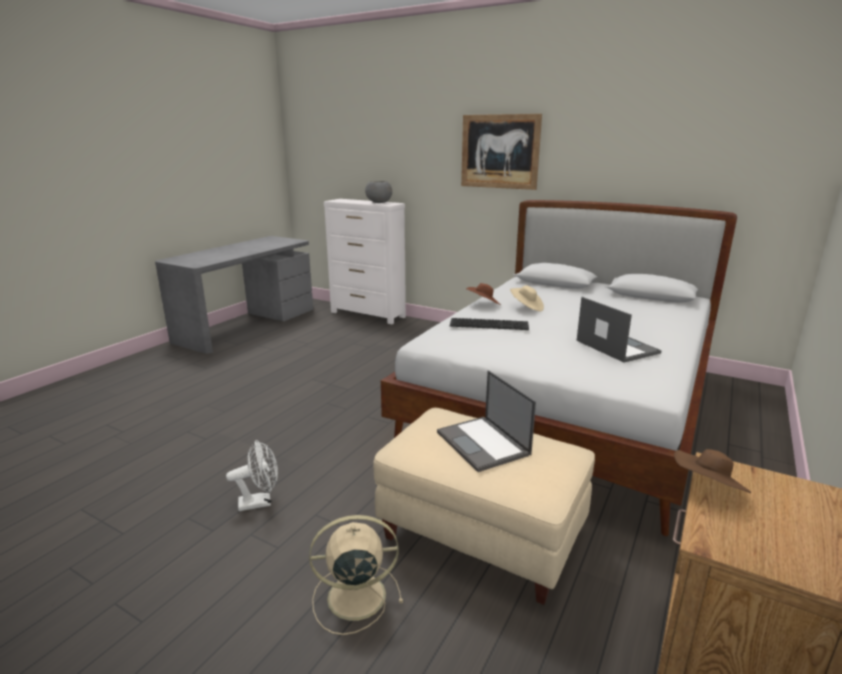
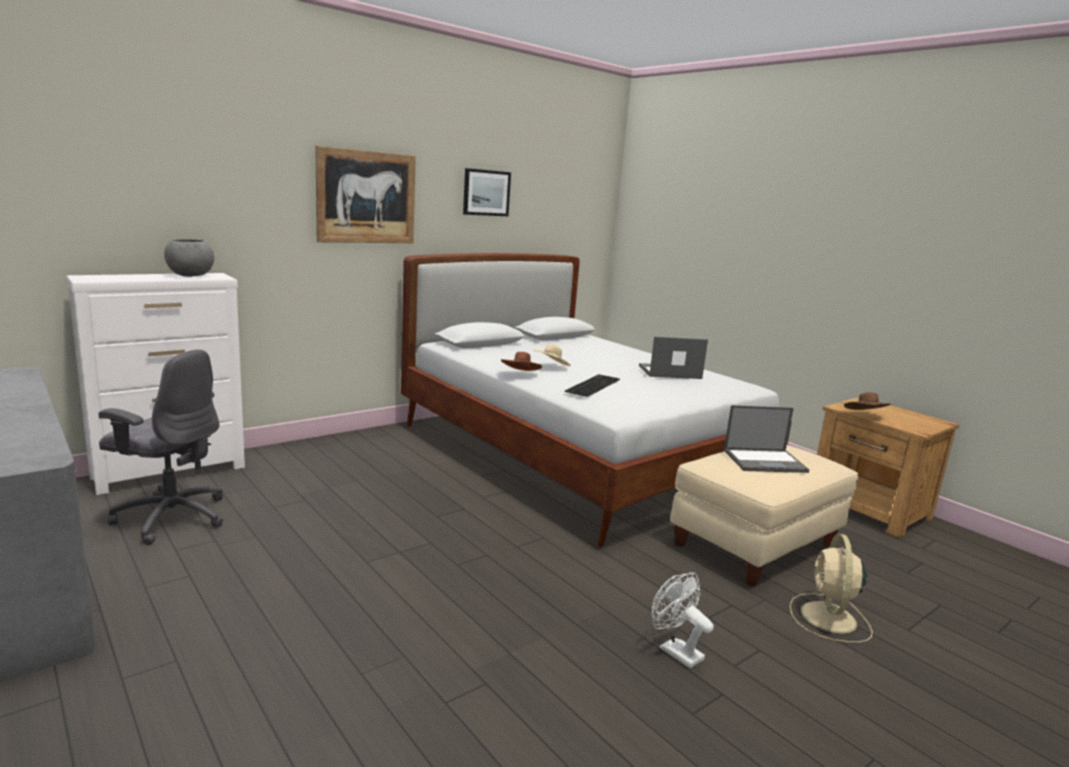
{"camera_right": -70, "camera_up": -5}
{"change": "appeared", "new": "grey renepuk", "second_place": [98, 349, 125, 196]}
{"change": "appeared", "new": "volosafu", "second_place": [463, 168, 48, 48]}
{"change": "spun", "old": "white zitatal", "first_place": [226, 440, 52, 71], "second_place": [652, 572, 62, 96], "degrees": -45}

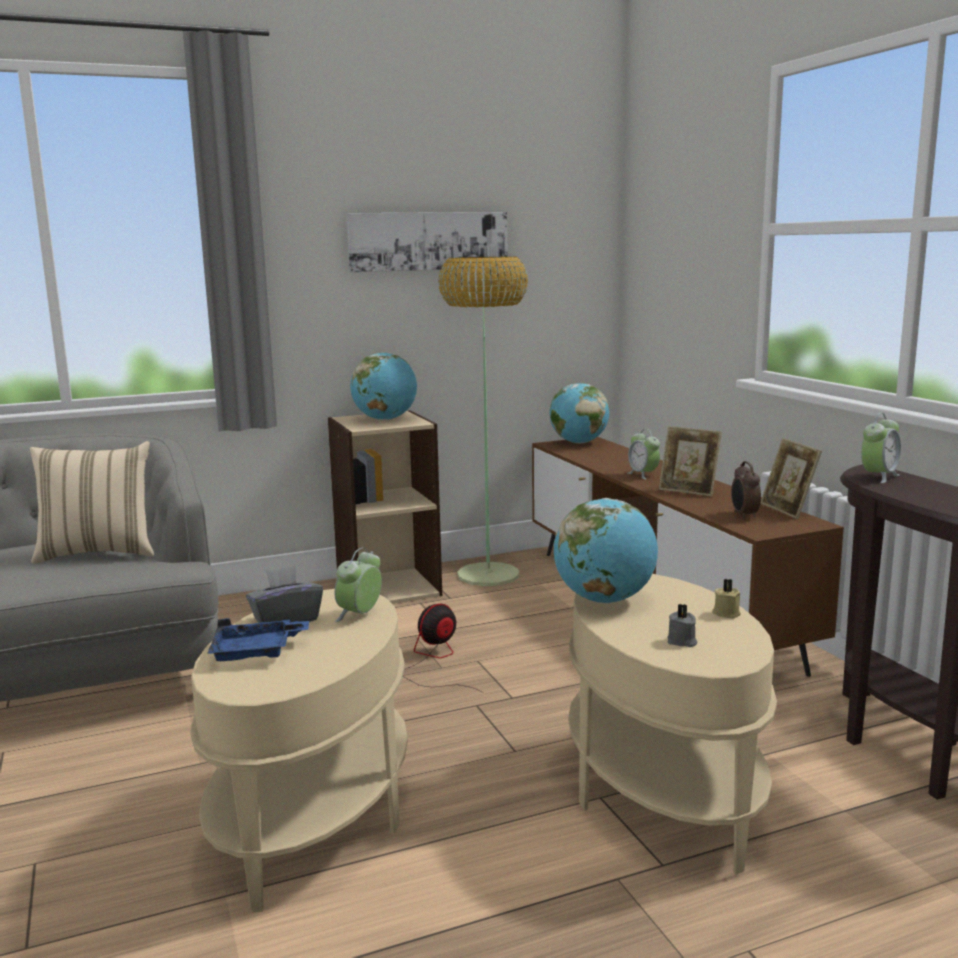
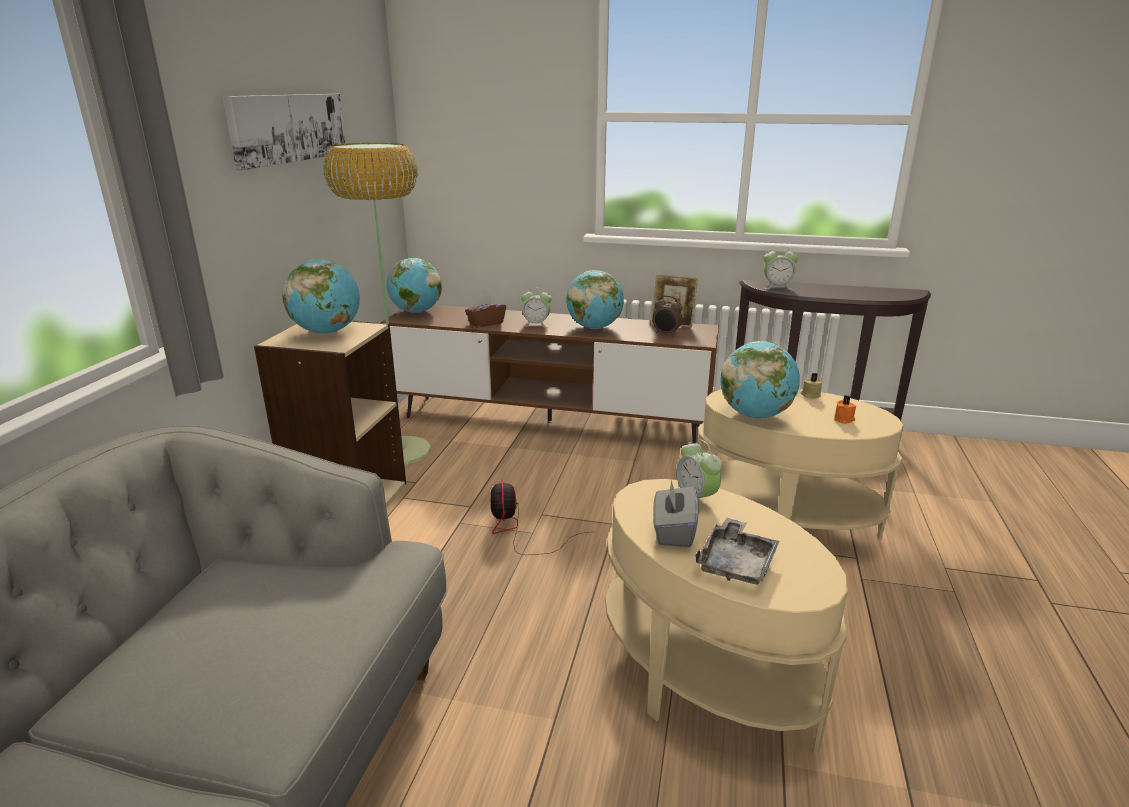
{"camera_right": -55, "camera_up": 10}
{"change": "appeared", "new": "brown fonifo", "second_place": [465, 294, 41, 34]}
{"change": "exchanged", "old": "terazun", "new": "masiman", "first_place": [659, 426, 63, 70], "second_place": [566, 270, 58, 59]}
{"change": "colour", "old": "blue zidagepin", "new": "grey zidagepin", "first_place": [207, 618, 102, 43], "second_place": [695, 518, 85, 66]}
{"change": "spun", "old": "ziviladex", "first_place": [861, 413, 40, 70], "second_place": [764, 246, 34, 44], "degrees": 105}
{"change": "colour", "old": "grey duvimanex", "new": "orange duvimanex", "first_place": [667, 604, 30, 43], "second_place": [834, 396, 22, 28]}
{"change": "missing", "old": "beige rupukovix", "first_place": [30, 441, 124, 123]}

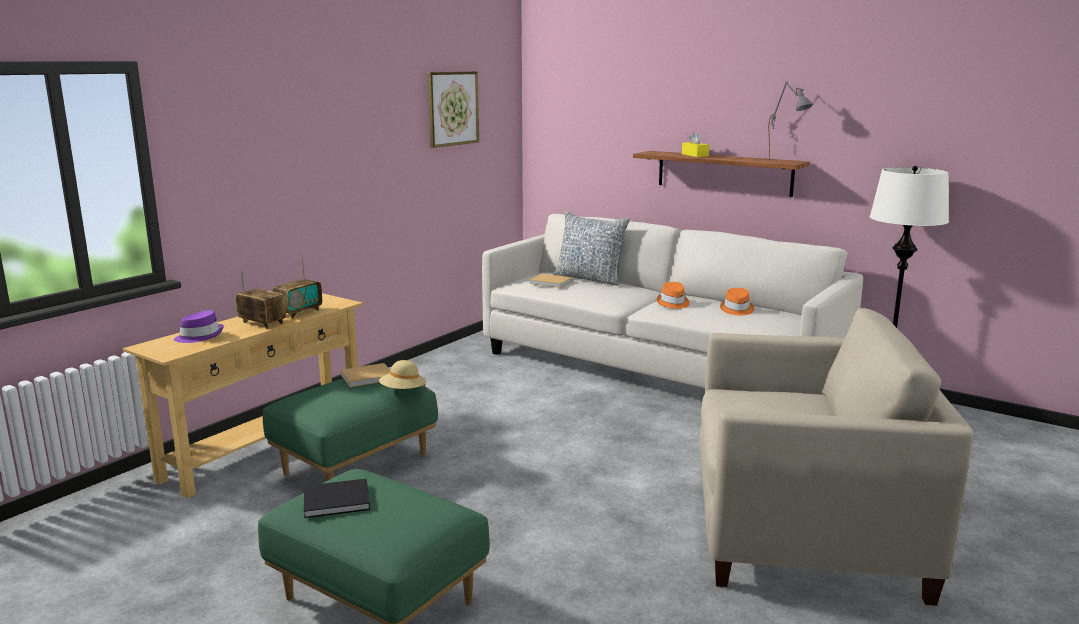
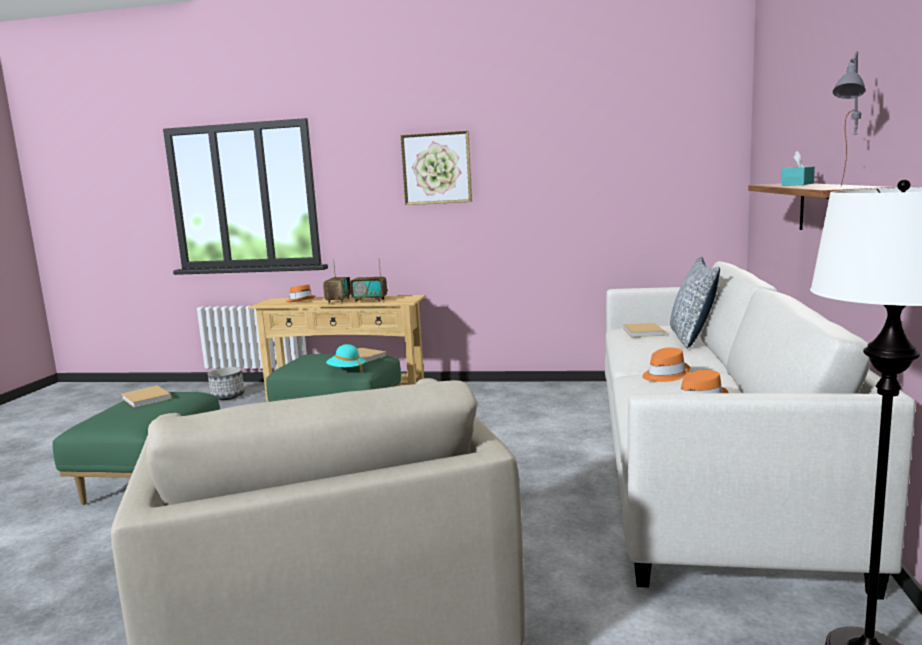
{"camera_right": 65, "camera_up": -5}
{"change": "colour", "old": "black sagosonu", "new": "beige sagosonu", "first_place": [304, 478, 66, 40], "second_place": [121, 386, 51, 21]}
{"change": "appeared", "new": "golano", "second_place": [208, 367, 36, 33]}
{"change": "colour", "old": "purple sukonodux", "new": "orange sukonodux", "first_place": [174, 310, 50, 33], "second_place": [286, 284, 29, 18]}
{"change": "colour", "old": "beige sukonodux", "new": "turquoise sukonodux", "first_place": [379, 360, 47, 29], "second_place": [326, 344, 40, 29]}
{"change": "relocated", "old": "volosafu", "first_place": [428, 71, 51, 77], "second_place": [401, 131, 71, 74]}
{"change": "colour", "old": "yellow fonifo", "new": "turquoise fonifo", "first_place": [682, 132, 27, 25], "second_place": [781, 151, 34, 35]}

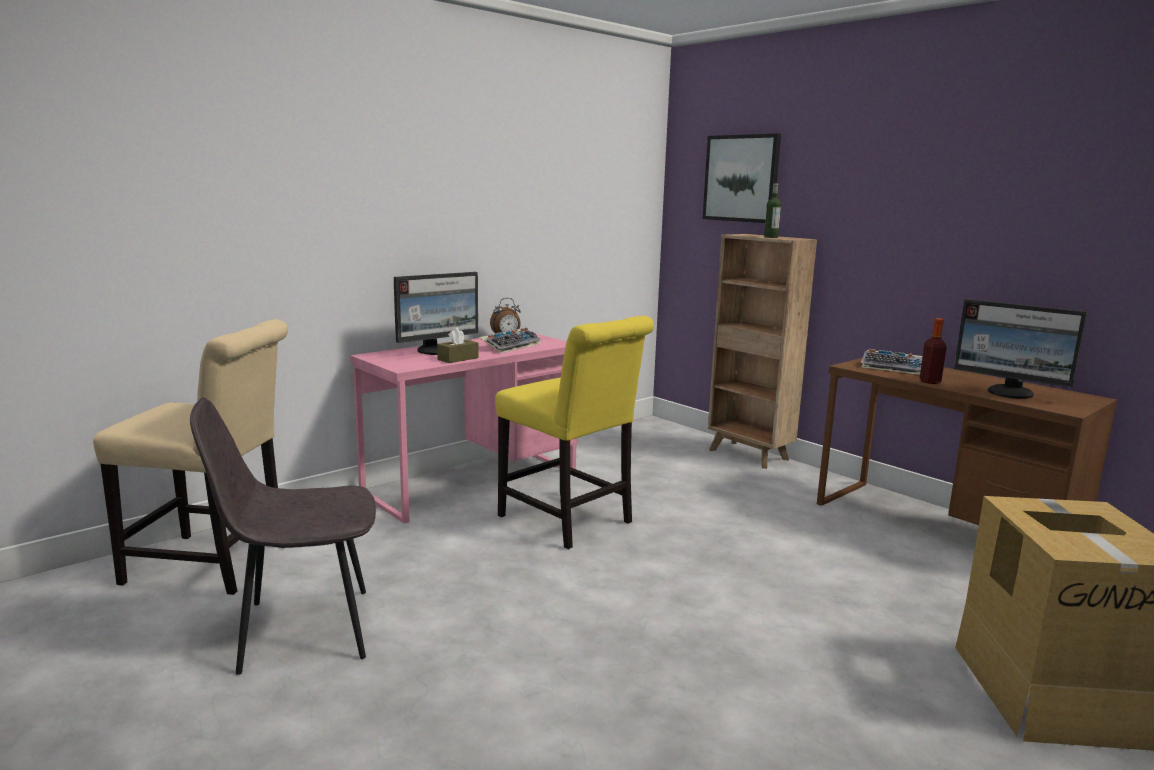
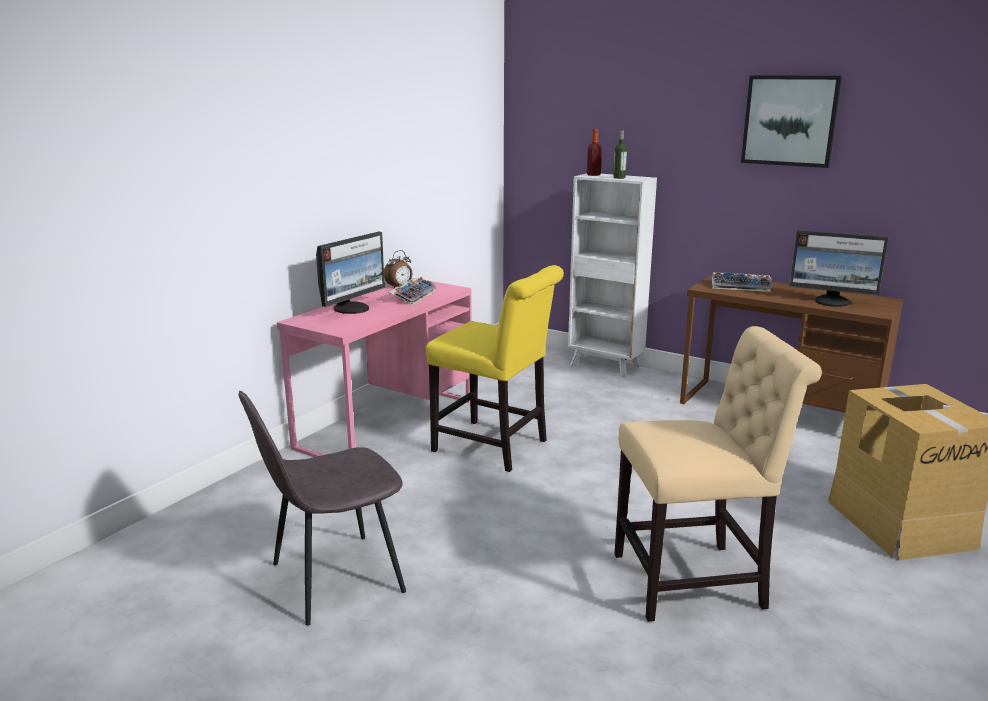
{"camera_right": -15, "camera_up": 5}
{"change": "colour", "old": "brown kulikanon", "new": "white kulikanon", "first_place": [708, 234, 109, 235], "second_place": [568, 174, 89, 203]}
{"change": "relocated", "old": "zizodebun", "first_place": [919, 318, 27, 66], "second_place": [587, 129, 15, 47]}
{"change": "relocated", "old": "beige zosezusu", "first_place": [93, 319, 195, 276], "second_place": [614, 326, 208, 296]}
{"change": "relocated", "old": "volosafu", "first_place": [703, 134, 78, 89], "second_place": [741, 75, 101, 93]}
{"change": "missing", "old": "brown fonifo", "first_place": [437, 328, 42, 35]}

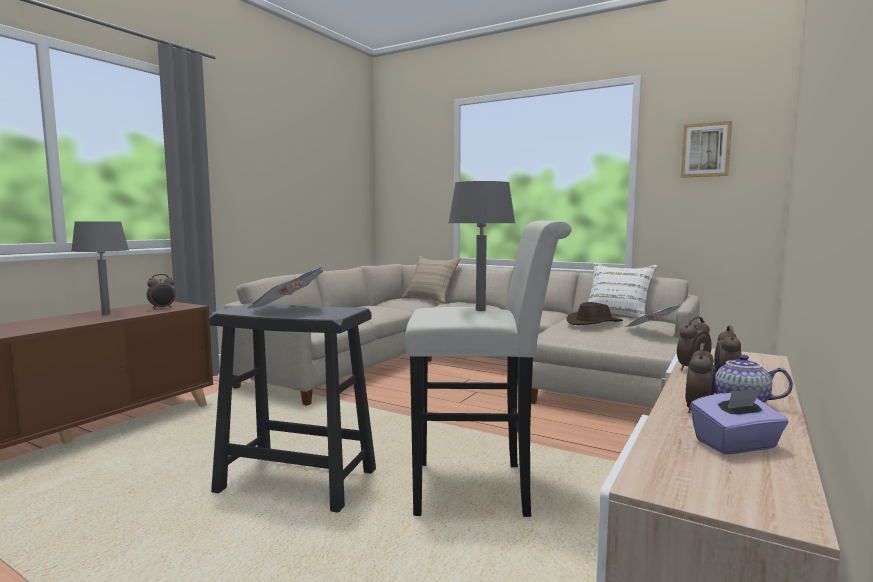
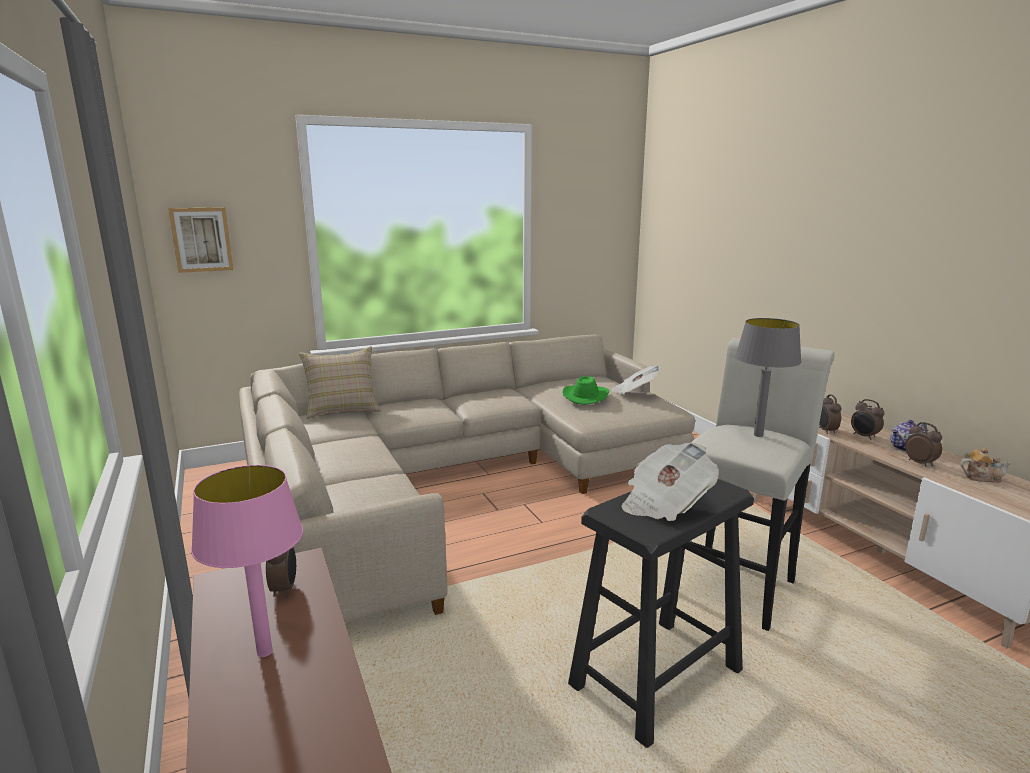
{"camera_right": -55, "camera_up": 10}
{"change": "relocated", "old": "volosafu", "first_place": [681, 121, 51, 57], "second_place": [168, 207, 66, 66]}
{"change": "colour", "old": "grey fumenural", "new": "pink fumenural", "first_place": [71, 221, 58, 94], "second_place": [191, 465, 112, 192]}
{"change": "colour", "old": "brown sukonodux", "new": "green sukonodux", "first_place": [566, 302, 57, 23], "second_place": [563, 376, 46, 29]}
{"change": "exchanged", "old": "purple fonifo", "new": "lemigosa", "first_place": [690, 389, 99, 66], "second_place": [960, 447, 51, 36]}
{"change": "missing", "old": "white rupukovix", "first_place": [588, 263, 69, 56]}

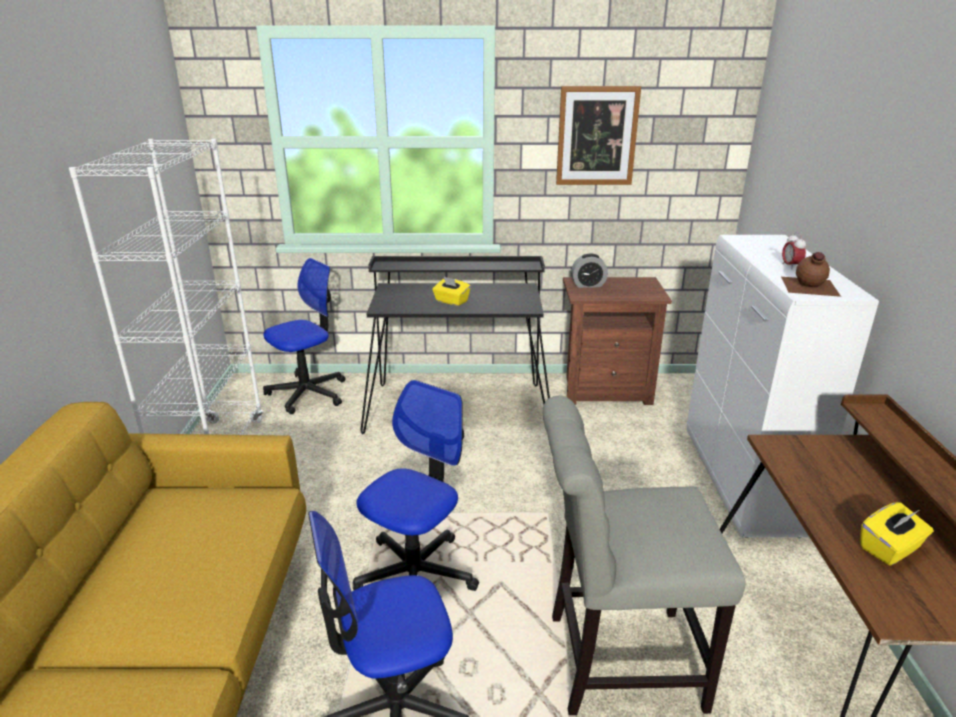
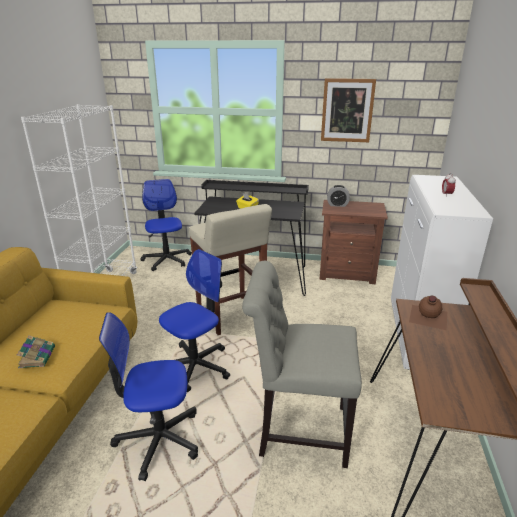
{"camera_right": 10, "camera_up": 0}
{"change": "appeared", "new": "sagosonu", "second_place": [17, 336, 38, 32]}
{"change": "spun", "old": "renepuk", "first_place": [263, 258, 82, 156], "second_place": [140, 179, 52, 92], "degrees": -75}
{"change": "appeared", "new": "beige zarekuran", "second_place": [189, 204, 83, 131]}
{"change": "relocated", "old": "brown zizodebun", "first_place": [781, 252, 60, 45], "second_place": [409, 296, 38, 34]}
{"change": "missing", "old": "yellow fonifo", "first_place": [860, 502, 74, 63]}

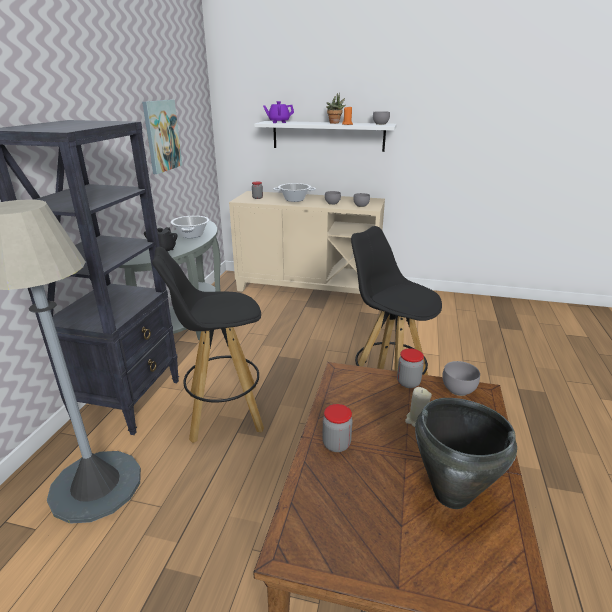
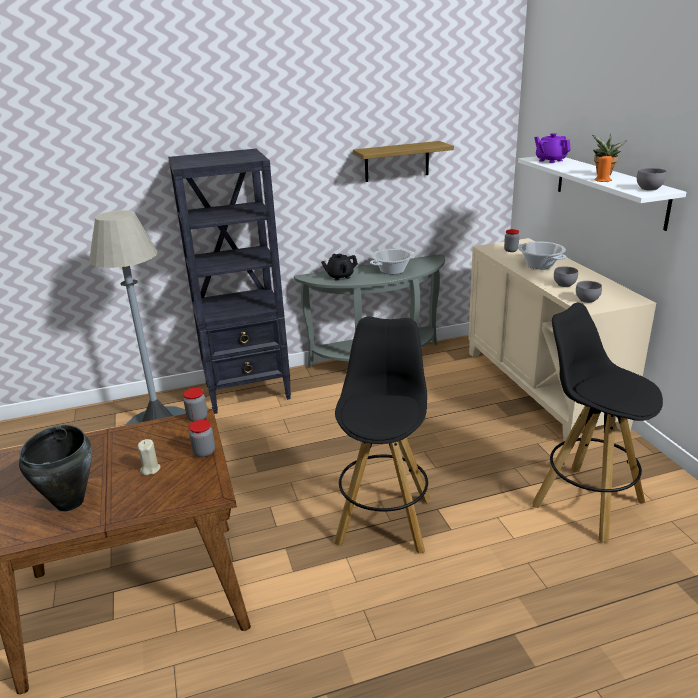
{"camera_right": 60, "camera_up": 0}
{"change": "relocated", "old": "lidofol", "first_place": [322, 404, 30, 48], "second_place": [183, 388, 24, 34]}
{"change": "exchanged", "old": "volosafu", "new": "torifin", "first_place": [142, 100, 40, 74], "second_place": [353, 141, 101, 41]}
{"change": "relocated", "old": "black zarekuran", "first_place": [152, 247, 112, 196], "second_place": [532, 303, 131, 240]}
{"change": "missing", "old": "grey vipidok", "first_place": [442, 361, 38, 35]}

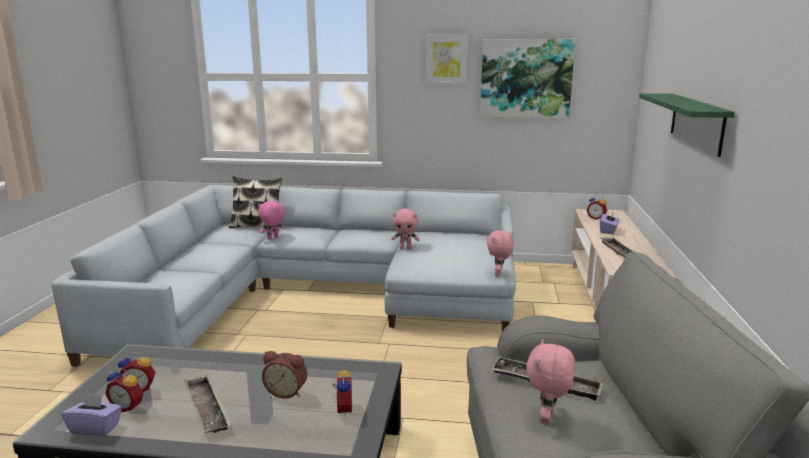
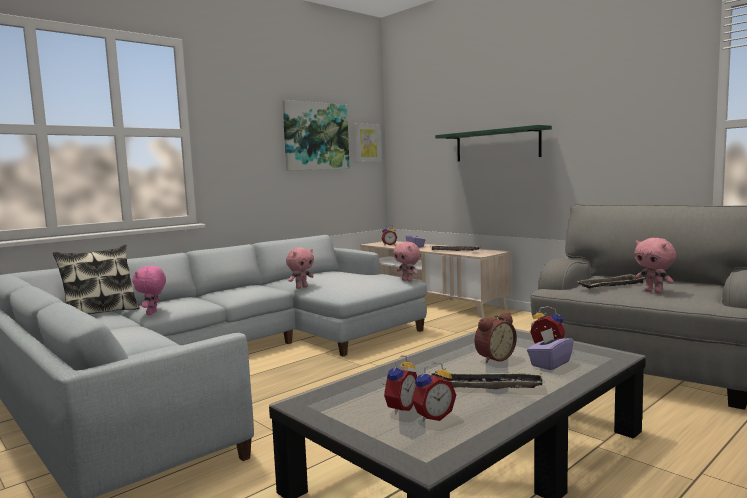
{"camera_right": -50, "camera_up": -10}
{"change": "relocated", "old": "volosafu", "first_place": [426, 35, 42, 49], "second_place": [354, 123, 28, 40]}
{"change": "relocated", "old": "purple fonifo", "first_place": [61, 393, 61, 43], "second_place": [527, 328, 47, 42]}

